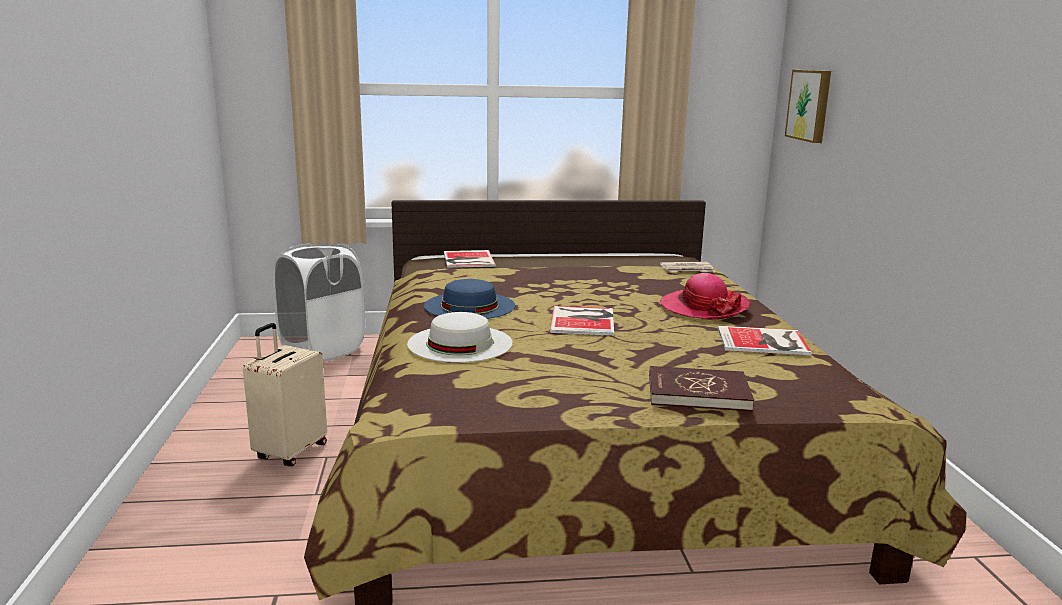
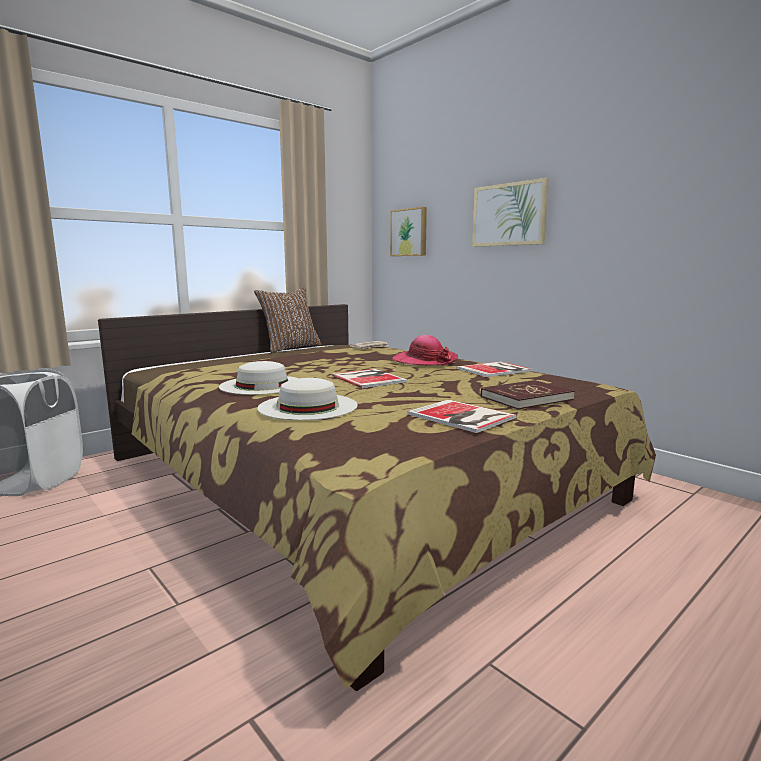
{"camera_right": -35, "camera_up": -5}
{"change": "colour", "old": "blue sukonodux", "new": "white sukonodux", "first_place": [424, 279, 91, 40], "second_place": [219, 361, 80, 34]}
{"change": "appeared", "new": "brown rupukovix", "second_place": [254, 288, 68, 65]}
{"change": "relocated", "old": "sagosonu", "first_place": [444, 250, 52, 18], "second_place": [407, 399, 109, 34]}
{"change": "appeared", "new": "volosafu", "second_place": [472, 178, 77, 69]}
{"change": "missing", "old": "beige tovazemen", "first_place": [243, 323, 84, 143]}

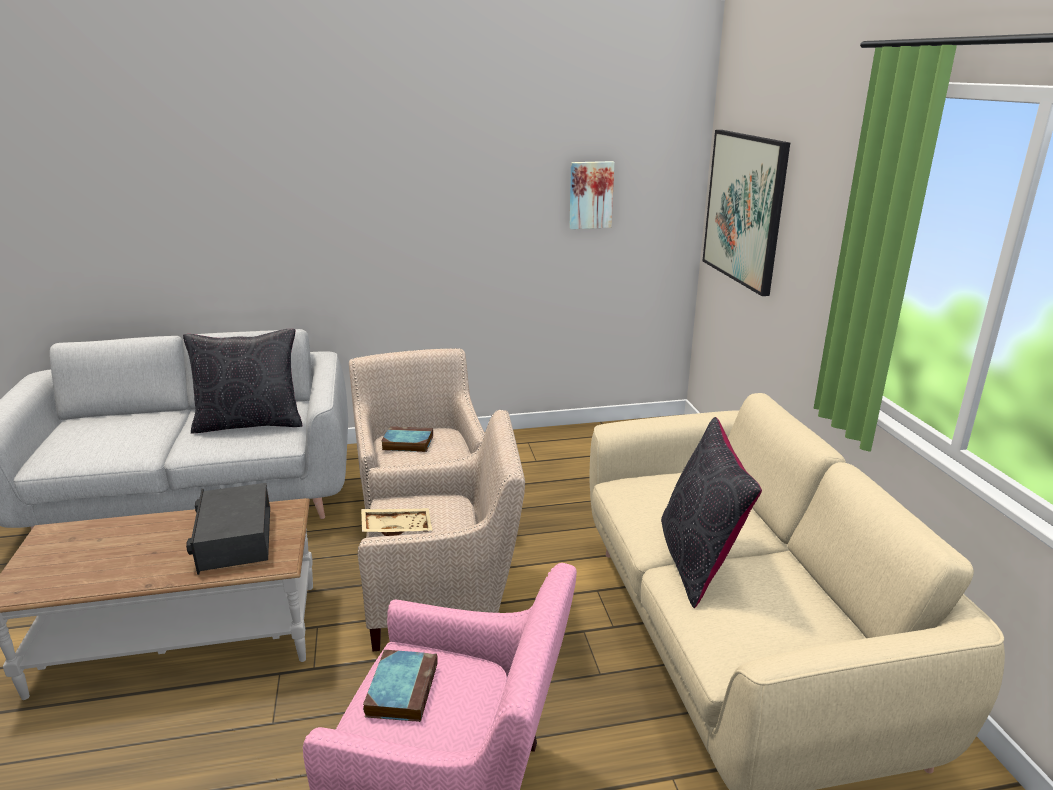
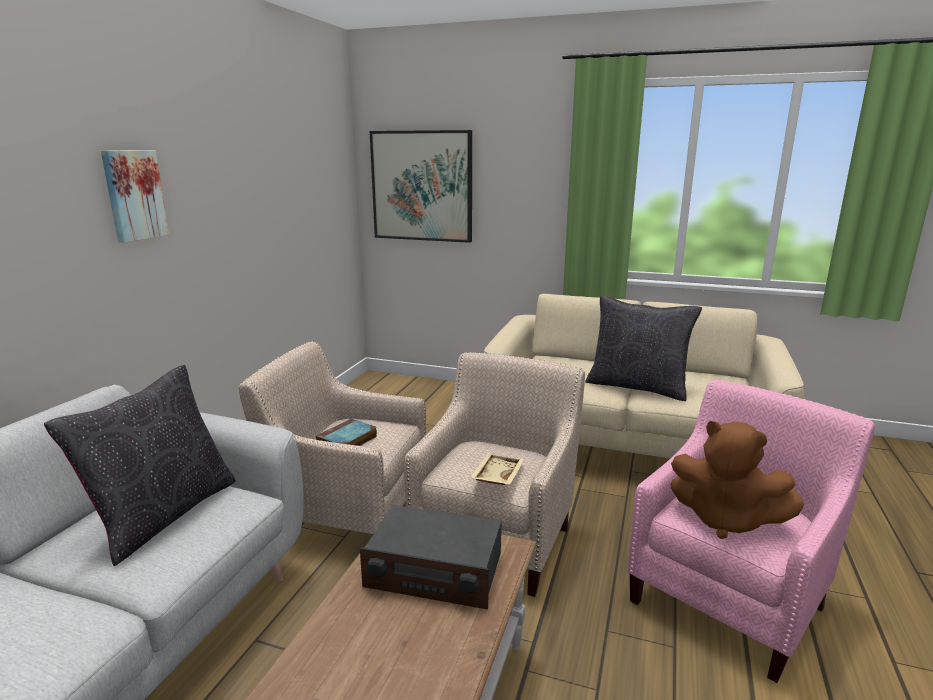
{"camera_right": -60, "camera_up": -5}
{"change": "relocated", "old": "volosafu", "first_place": [569, 161, 46, 68], "second_place": [101, 150, 68, 93]}
{"change": "exchanged", "old": "sagosonu", "new": "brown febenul", "first_place": [363, 650, 75, 72], "second_place": [671, 421, 133, 118]}

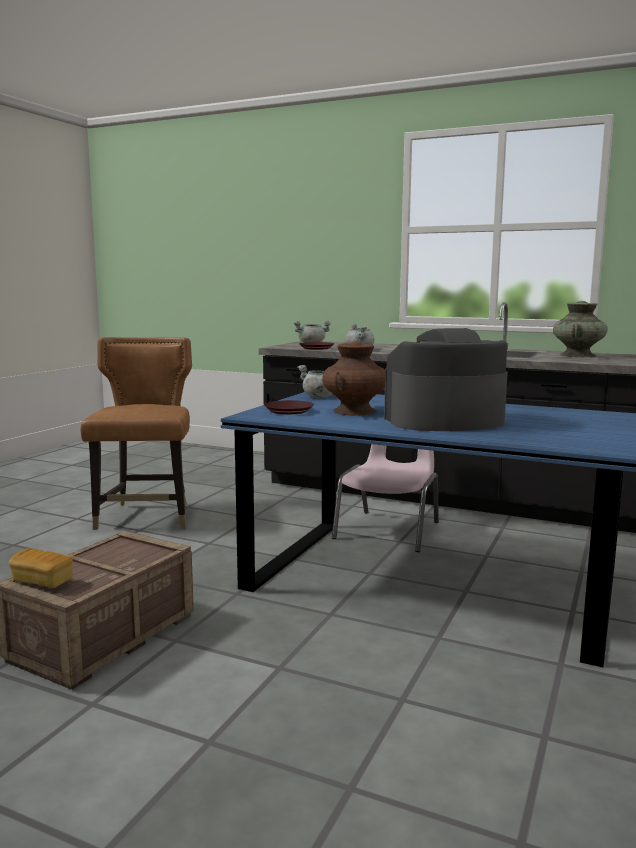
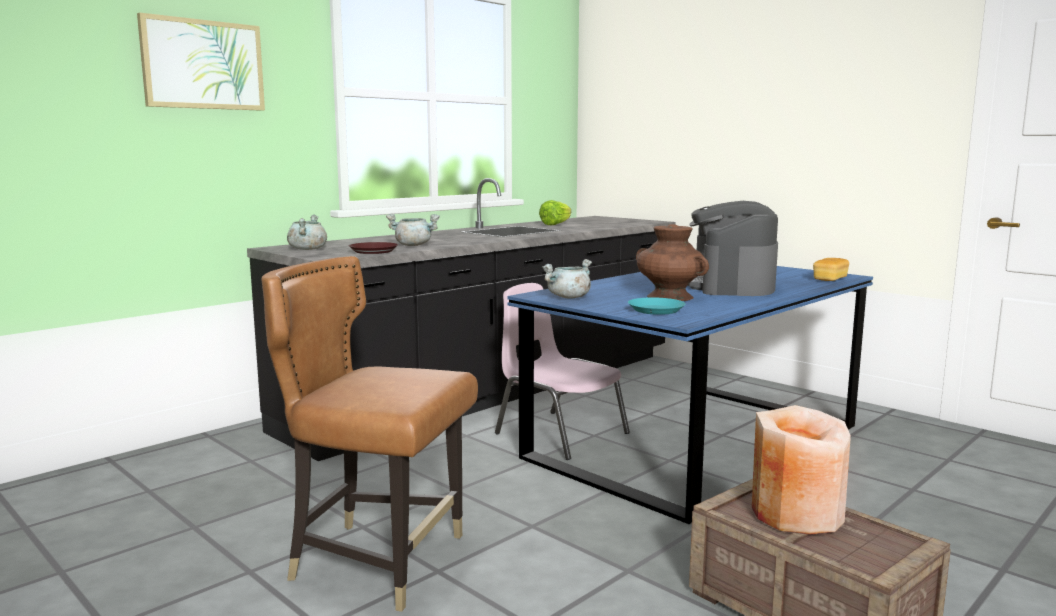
{"camera_right": -70, "camera_up": 0}
{"change": "appeared", "new": "volosafu", "second_place": [137, 13, 128, 98]}
{"change": "exchanged", "old": "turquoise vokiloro", "new": "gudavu", "first_place": [553, 301, 55, 56], "second_place": [539, 200, 32, 25]}
{"change": "colour", "old": "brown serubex", "new": "turquoise serubex", "first_place": [264, 400, 50, 14], "second_place": [628, 297, 58, 18]}
{"change": "appeared", "new": "beige vokiloro", "second_place": [752, 405, 99, 130]}
{"change": "relocated", "old": "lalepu", "first_place": [9, 548, 64, 40], "second_place": [813, 258, 36, 23]}

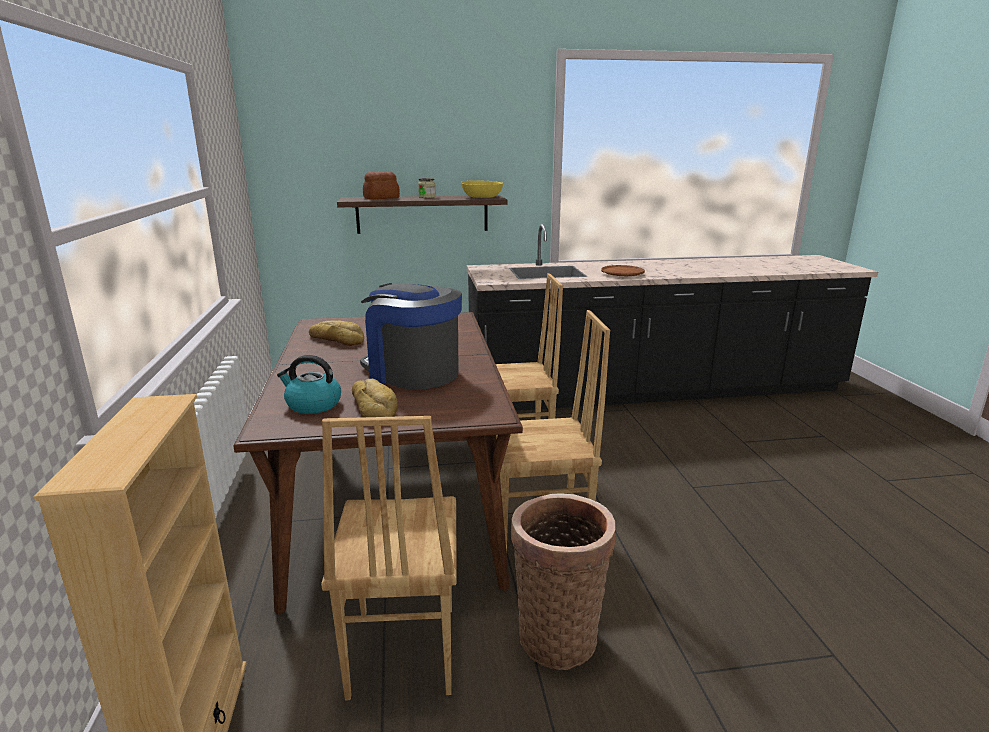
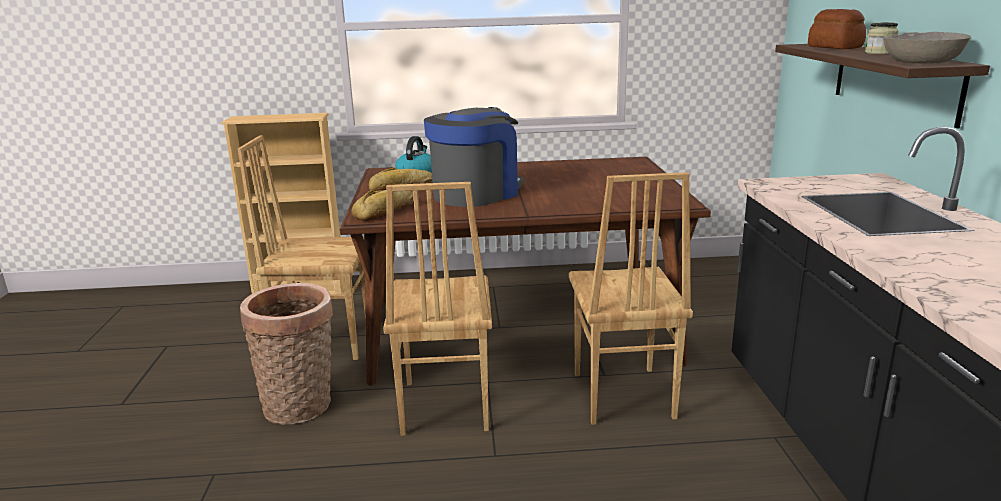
{"camera_right": 95, "camera_up": 0}
{"change": "relocated", "old": "lalepu", "first_place": [309, 320, 55, 26], "second_place": [351, 190, 63, 31]}
{"change": "colour", "old": "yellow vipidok", "new": "grey vipidok", "first_place": [461, 180, 42, 18], "second_place": [883, 32, 88, 32]}
{"change": "missing", "old": "brown serubex", "first_place": [601, 265, 44, 11]}

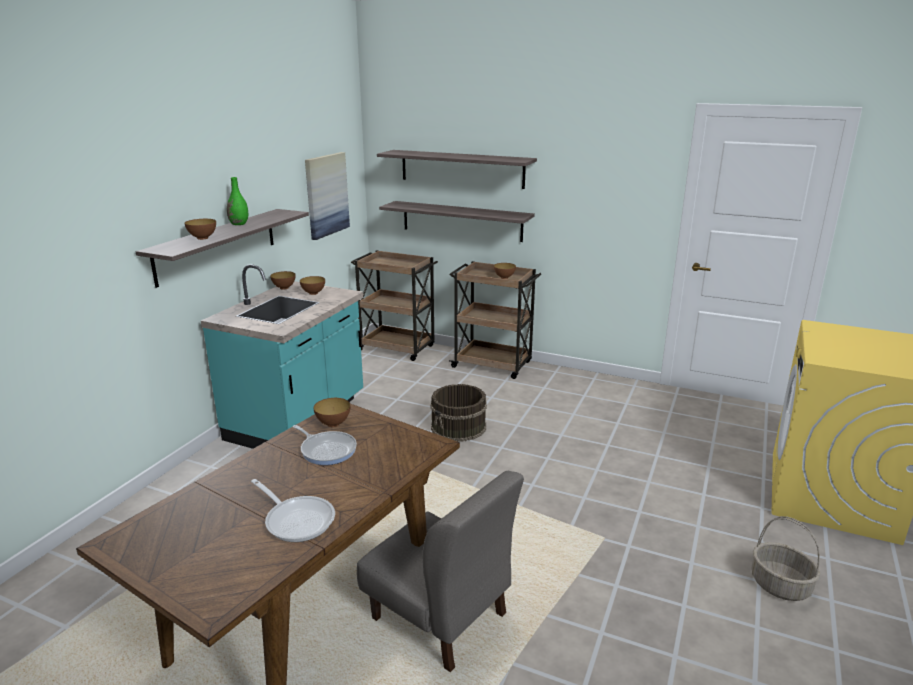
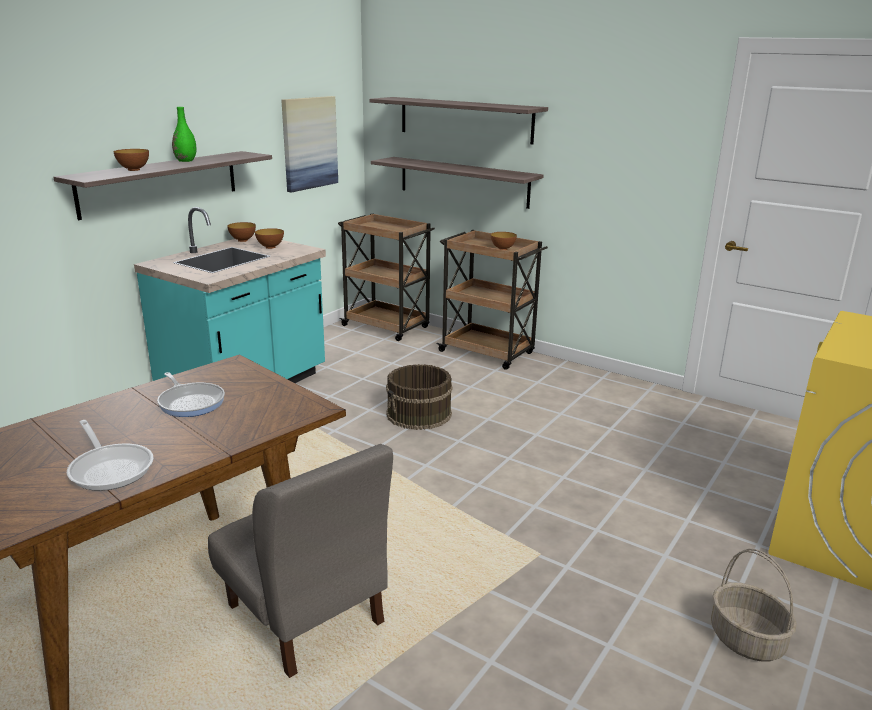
{"camera_right": 10, "camera_up": 0}
{"change": "missing", "old": "vipidok", "first_place": [314, 398, 37, 29]}

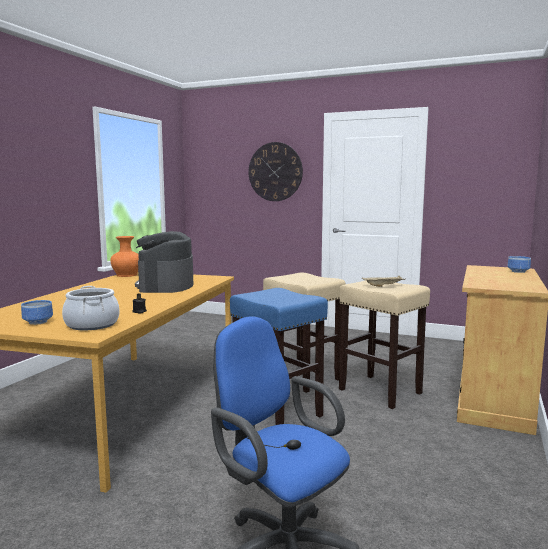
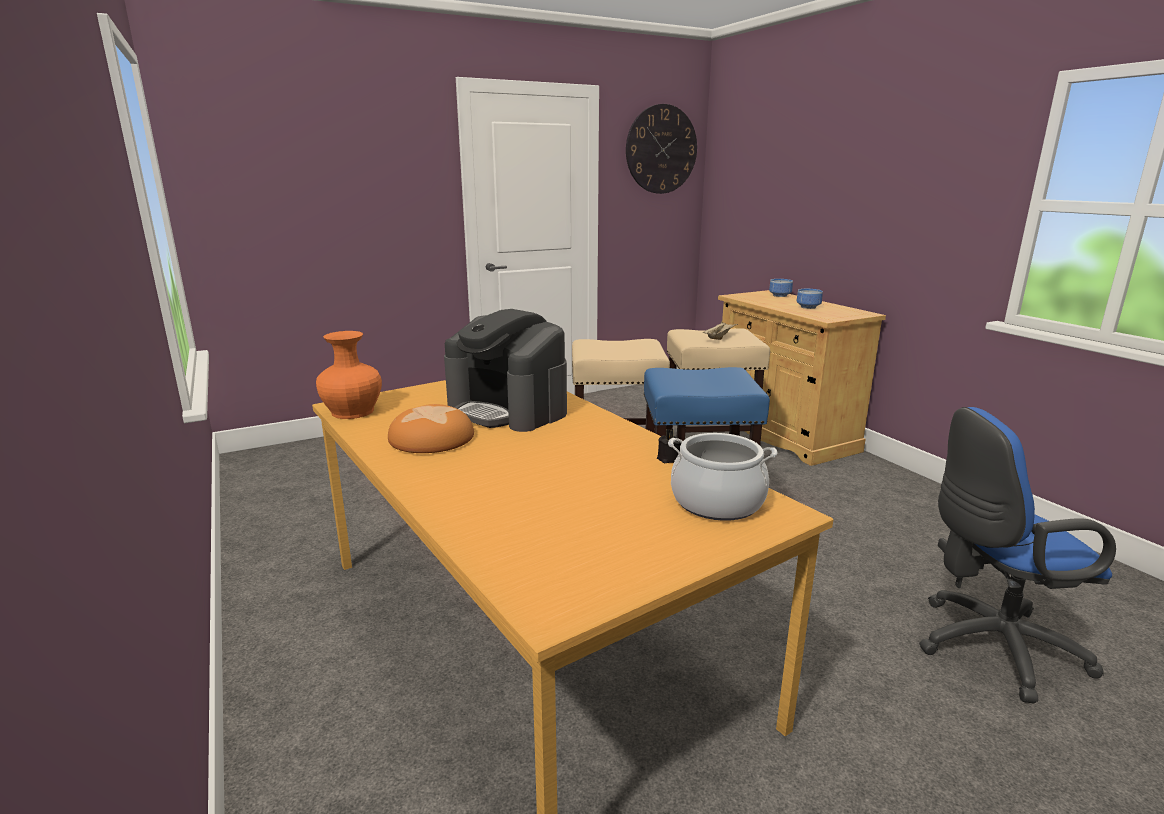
{"camera_right": -50, "camera_up": 10}
{"change": "appeared", "new": "lalepu", "second_place": [388, 404, 86, 49]}
{"change": "relocated", "old": "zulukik", "first_place": [248, 142, 55, 59], "second_place": [626, 104, 71, 90]}
{"change": "relocated", "old": "vipidok", "first_place": [21, 300, 32, 25], "second_place": [796, 289, 27, 20]}

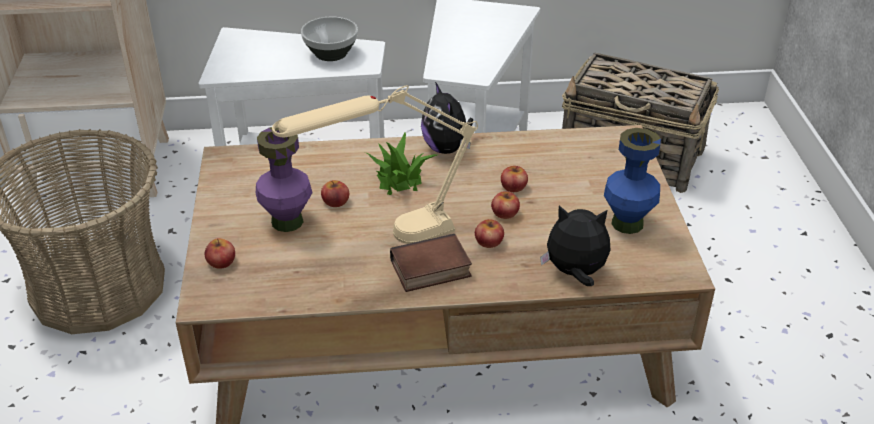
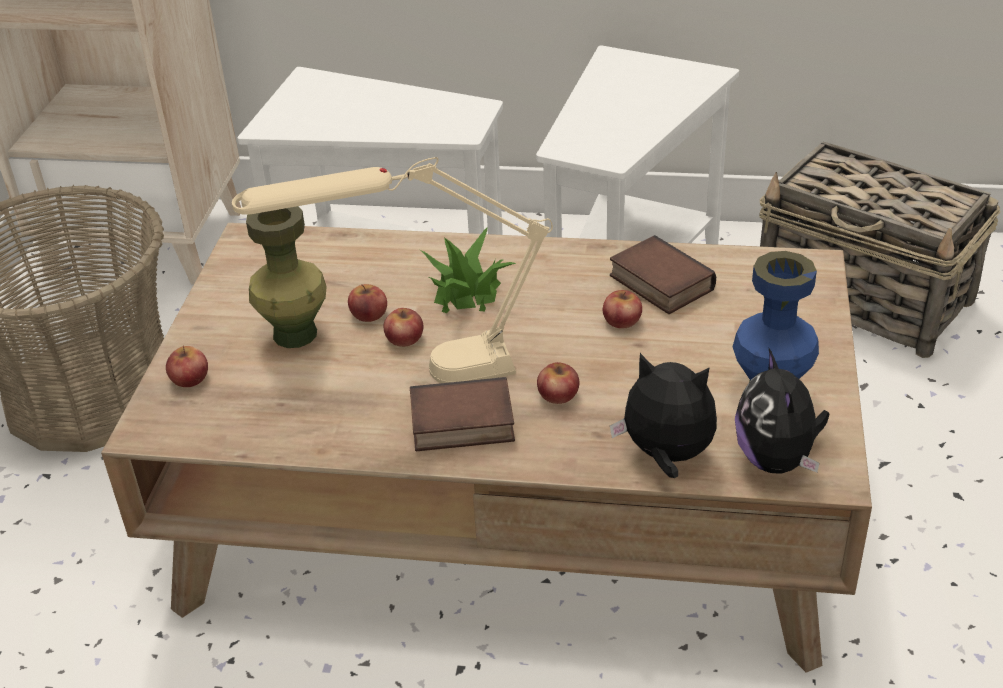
{"camera_right": 15, "camera_up": 0}
{"change": "colour", "old": "purple vokiloro", "new": "green vokiloro", "first_place": [256, 127, 57, 105], "second_place": [246, 206, 81, 142]}
{"change": "relocated", "old": "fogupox", "first_place": [491, 191, 29, 28], "second_place": [384, 308, 39, 39]}
{"change": "appeared", "new": "sagosonu", "second_place": [610, 235, 106, 79]}
{"change": "relocated", "old": "febenul", "first_place": [421, 82, 52, 72], "second_place": [735, 349, 95, 125]}
{"change": "missing", "old": "vipidok", "first_place": [301, 17, 57, 44]}

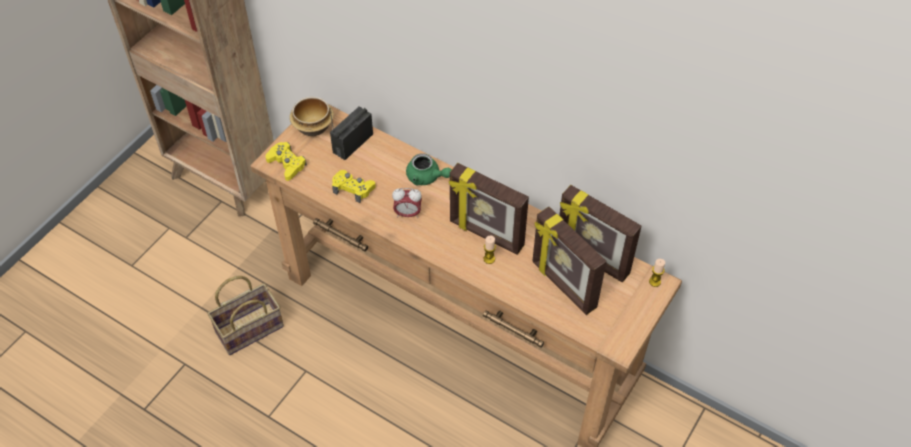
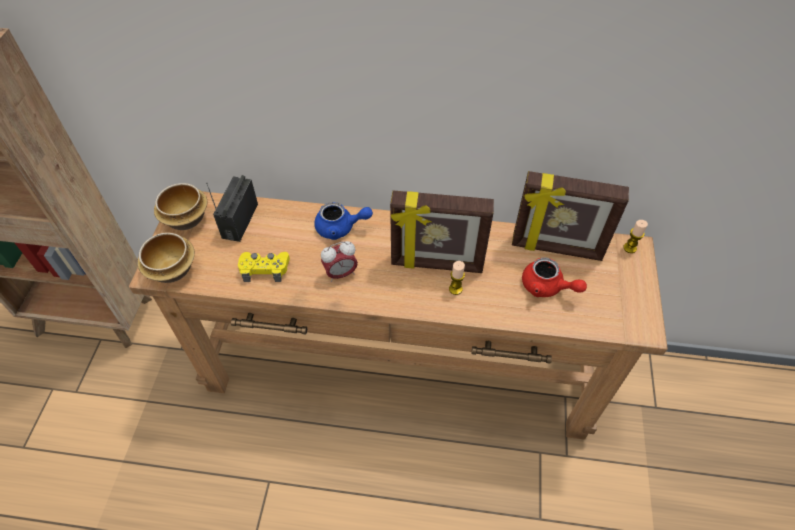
{"camera_right": -25, "camera_up": 0}
{"change": "exchanged", "old": "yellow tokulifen", "new": "vipidok", "first_place": [266, 142, 41, 39], "second_place": [138, 232, 57, 51]}
{"change": "colour", "old": "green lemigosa", "new": "blue lemigosa", "first_place": [406, 153, 46, 32], "second_place": [314, 202, 59, 38]}
{"change": "exchanged", "old": "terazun", "new": "red lemigosa", "first_place": [532, 207, 75, 108], "second_place": [522, 257, 65, 40]}
{"change": "missing", "old": "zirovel", "first_place": [207, 276, 77, 79]}

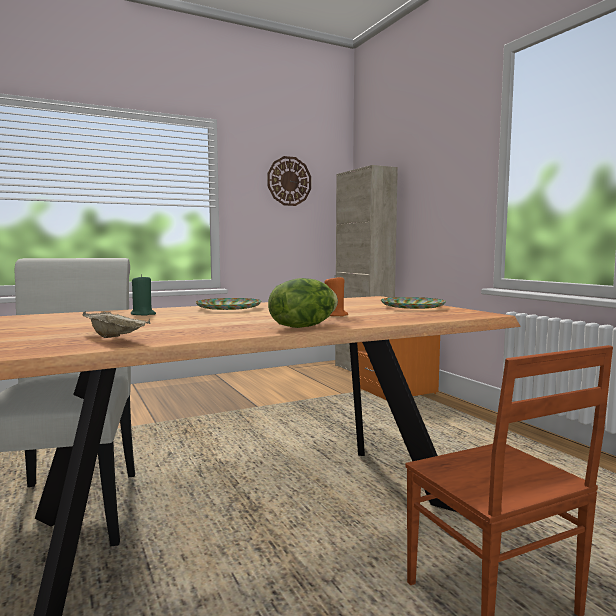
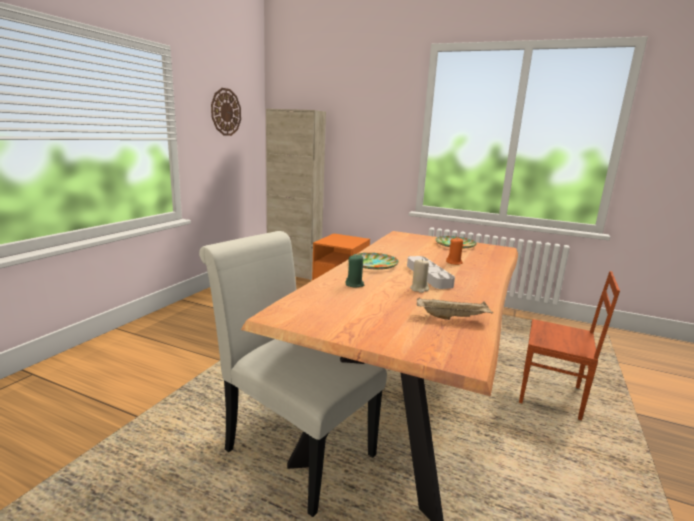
{"camera_right": -40, "camera_up": 10}
{"change": "appeared", "new": "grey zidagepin", "second_place": [407, 256, 48, 33]}
{"change": "appeared", "new": "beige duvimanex", "second_place": [410, 258, 19, 35]}
{"change": "missing", "old": "gudavu", "first_place": [268, 278, 70, 50]}

